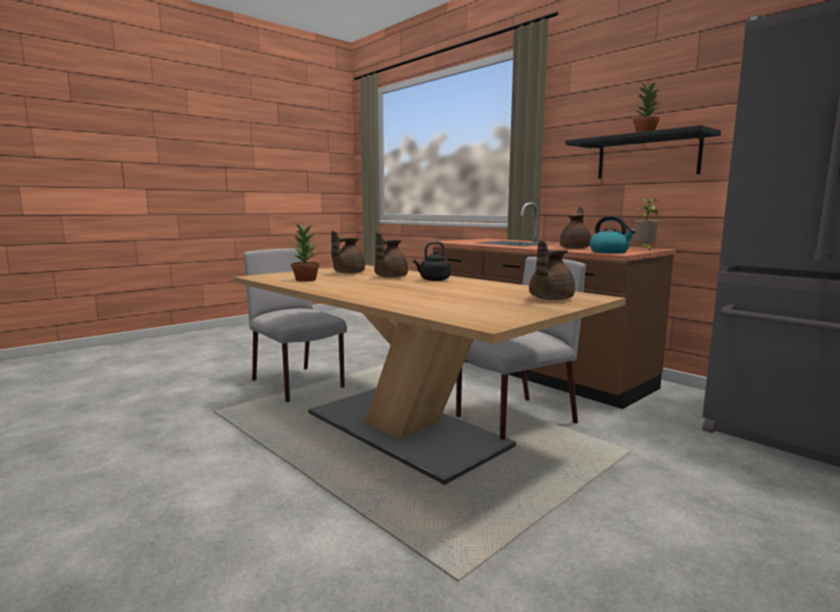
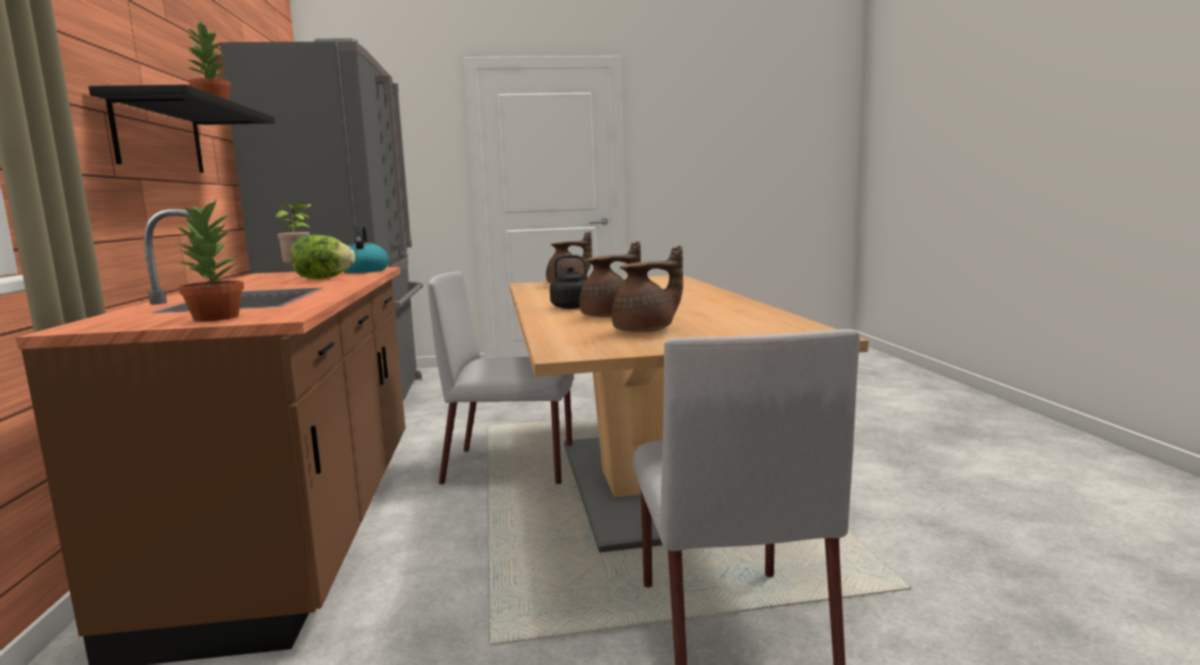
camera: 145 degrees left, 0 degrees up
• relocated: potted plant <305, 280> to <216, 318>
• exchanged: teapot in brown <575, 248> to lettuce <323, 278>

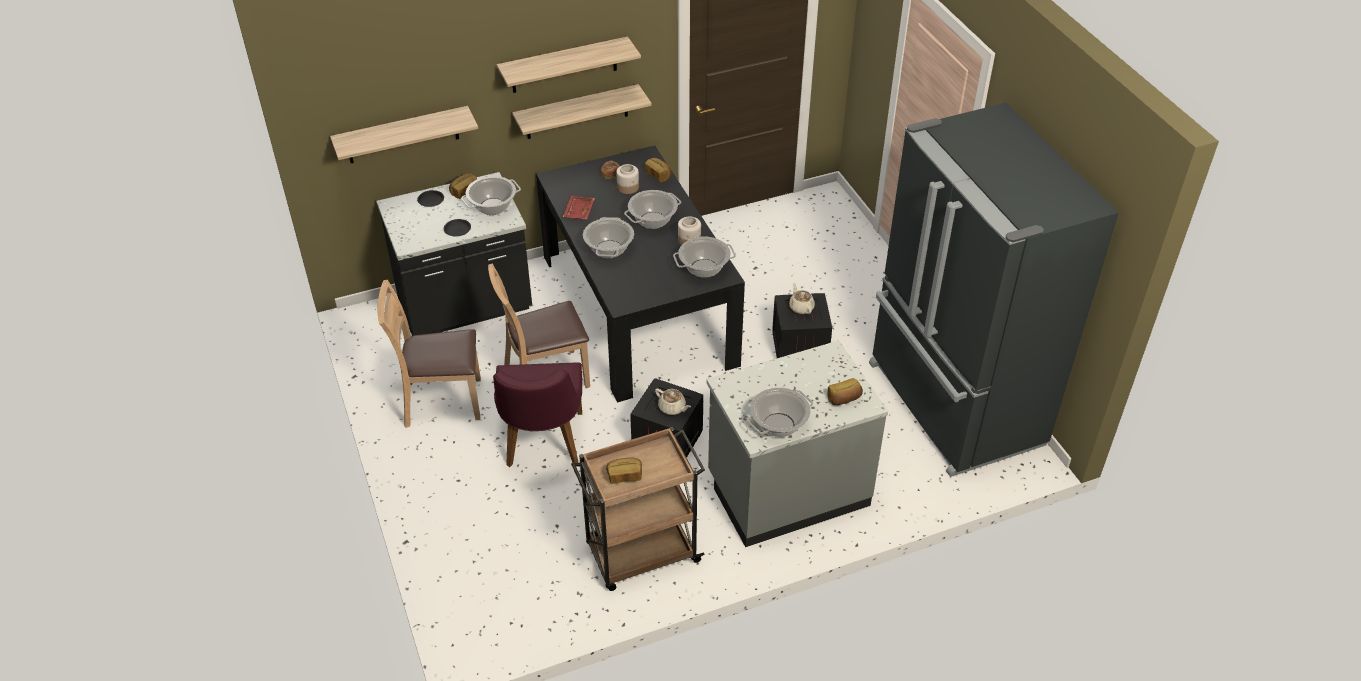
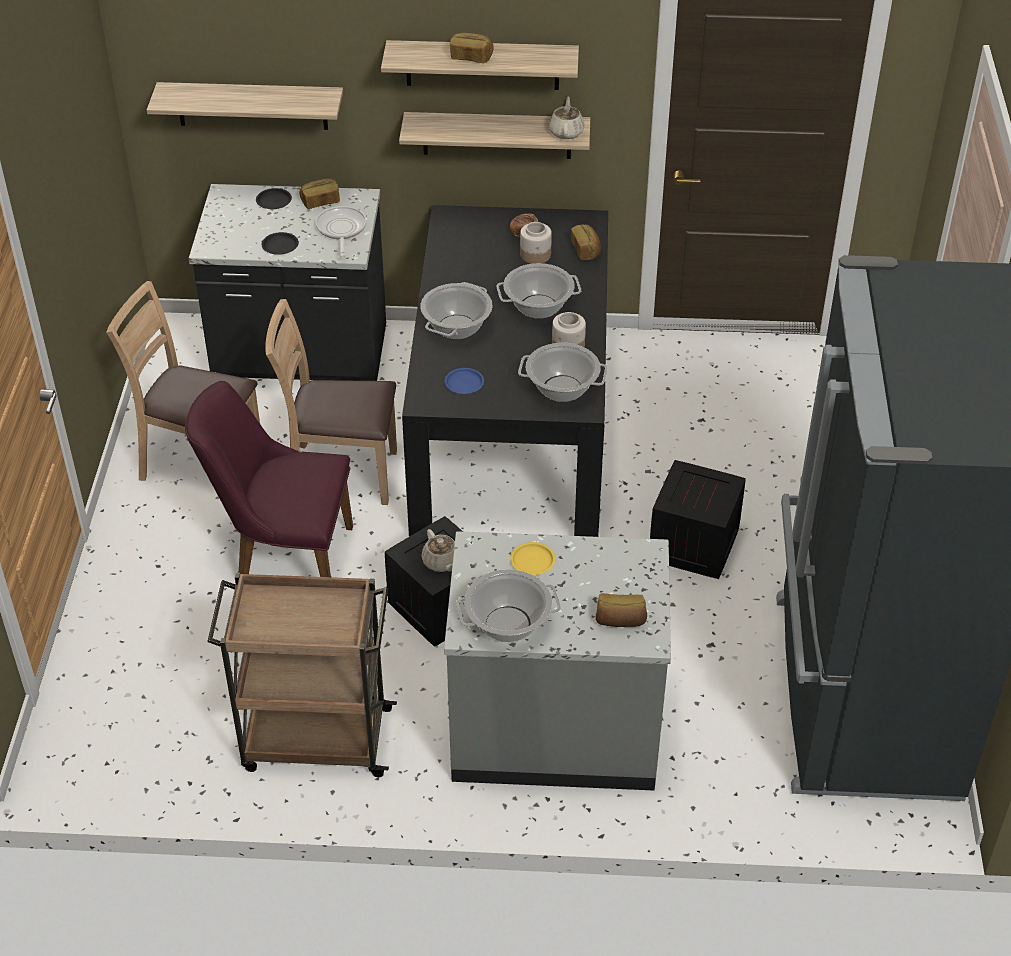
camera: 25 degrees right, 0 degrees up
• missing: tray in red <578, 212>
• appeared: plate in blue <464, 383>
• appeared: plate in yellow <533, 561>
• relocated: bread <624, 476> to <471, 57>
• relocated: teapot in beige <801, 307> to <566, 132>
• exchanged: cooking pot <492, 207> to frying pan <341, 230>
• spun: chair in purple <542, 445> = <283, 558> 75 degrees clockwise

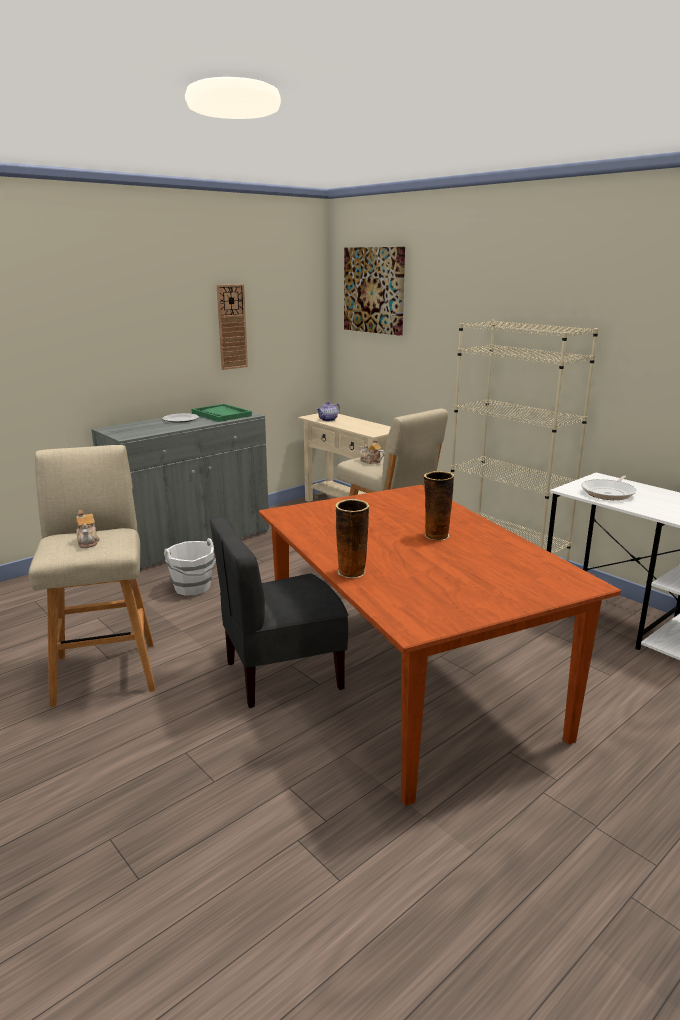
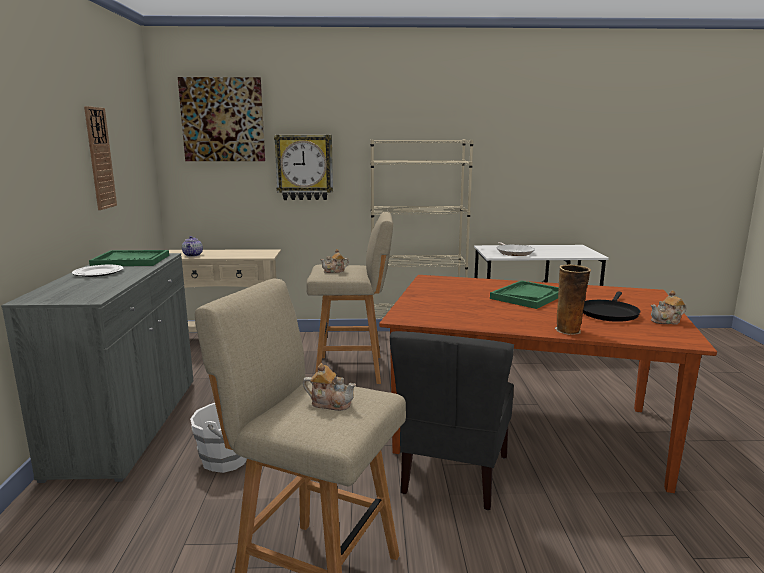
camera: 50 degrees left, 5 degrees down
• appeared: wall clock <304, 167>
• appeared: frying pan in black <608, 313>
• appeared: teapot <666, 321>
• exchanged: vase <435, 536> to tray in green <528, 296>

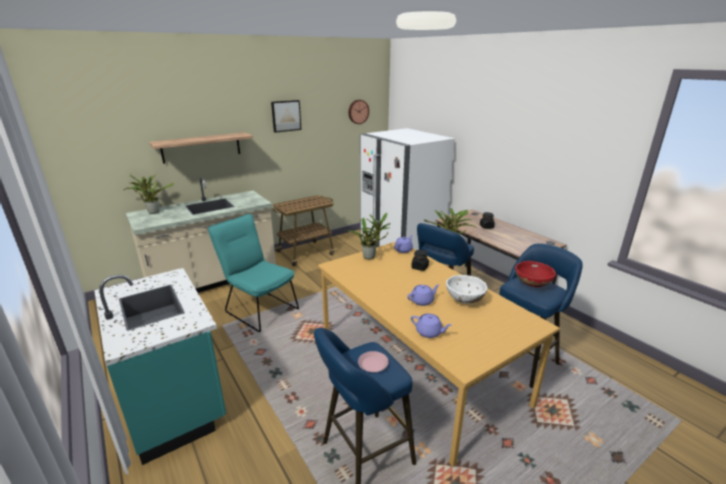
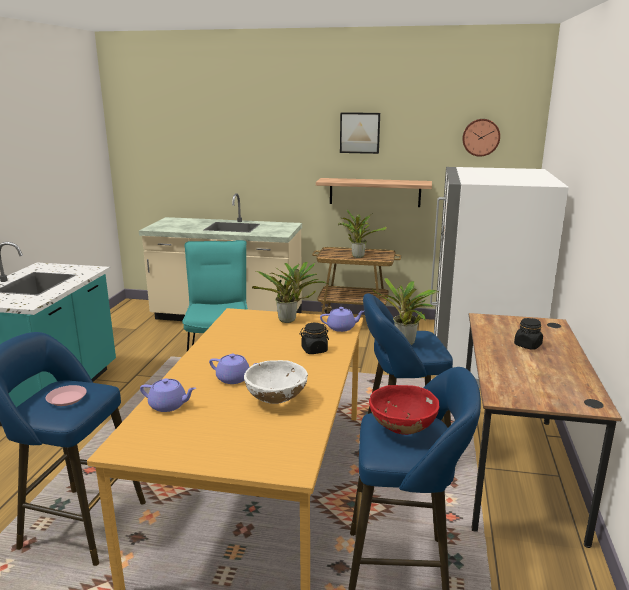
camera: 45 degrees right, 5 degrees down
• relocated: potted plant <152, 212> to <357, 256>
• relocated: shelf <201, 147> to <374, 192>
• spun: teapot in purple <429, 332> = <169, 405> 60 degrees counterclockwise

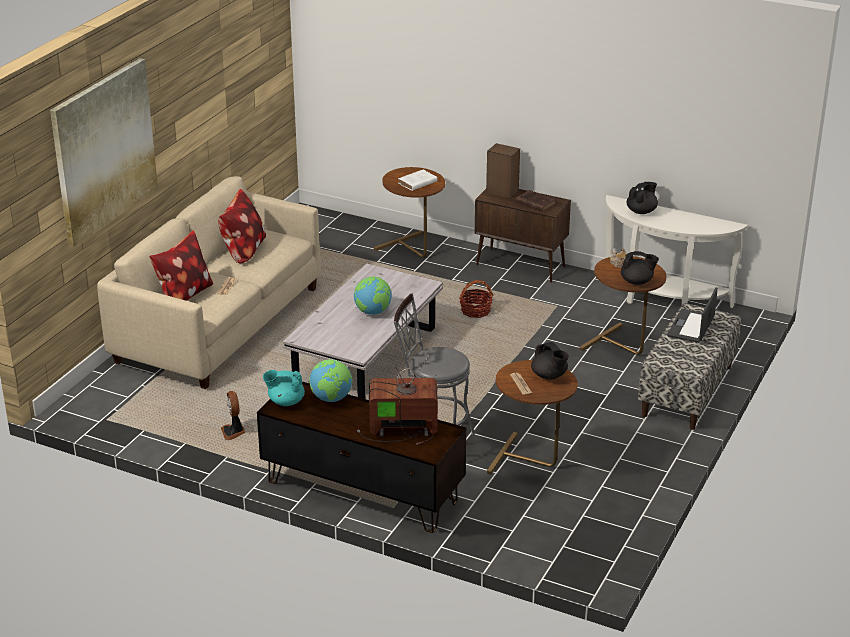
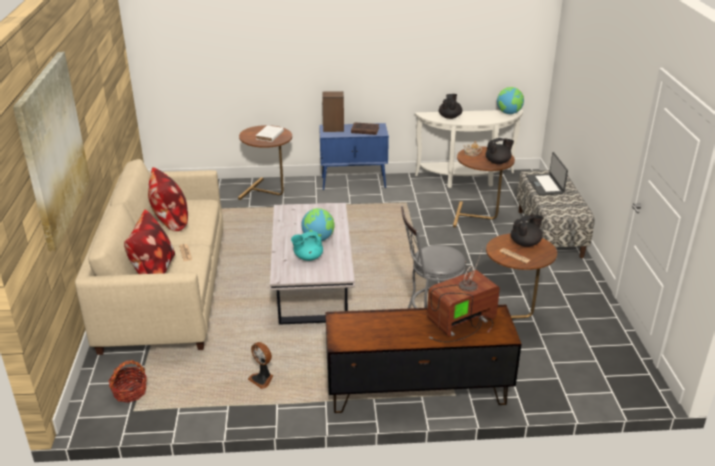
camera: 30 degrees left, 0 degrees up
• relocated: teapot in turquoise <285, 401> to <308, 257>
• relocated: globe <331, 398> to <509, 113>
• relocated: basket <475, 311> to <130, 392>
• colour: cabinet in brown <521, 266> to cabinet in blue <354, 182>
• spun: teapot in black <549, 376> = <525, 243> 60 degrees counterclockwise

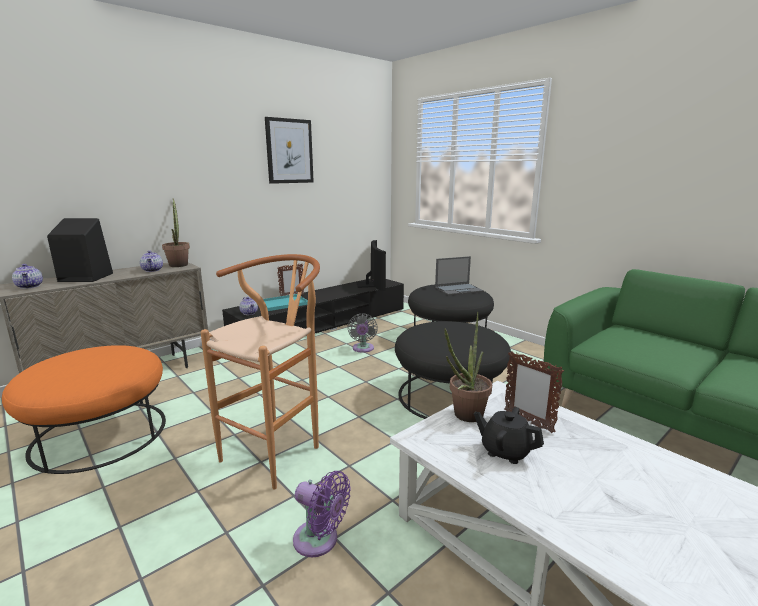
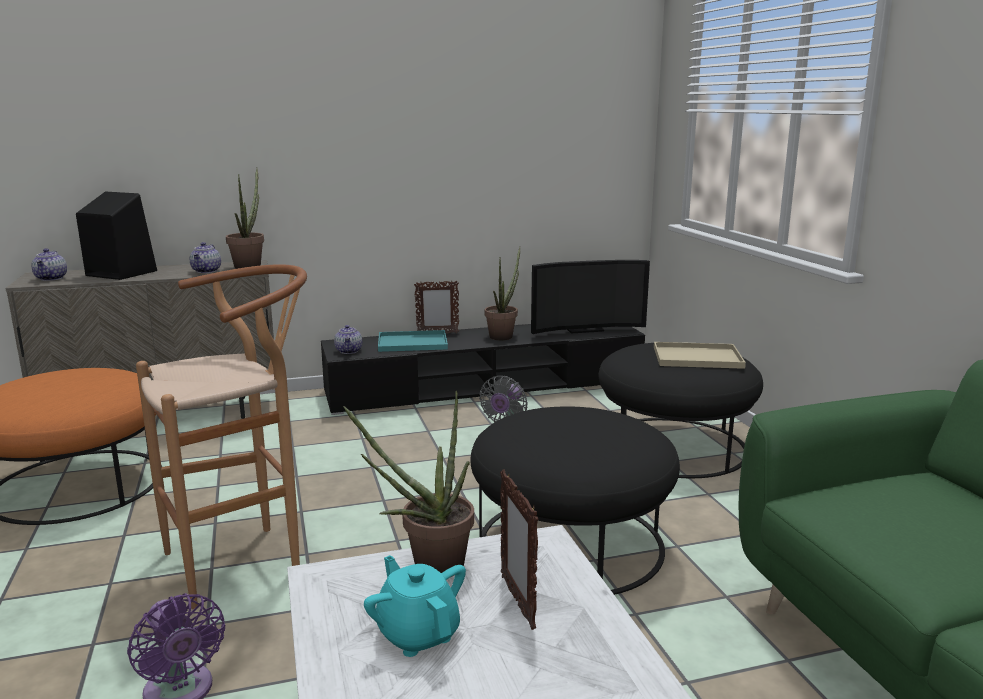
camera: 25 degrees right, 0 degrees up
• missing: picture <289, 151>
• appeared: potted plant <503, 335>
• exchanged: laptop <459, 289> to tray in beige <699, 357>
• colour: teapot in black <505, 451> to teapot in turquoise <418, 634>
• spun: television <370, 284> = <583, 329> 60 degrees clockwise

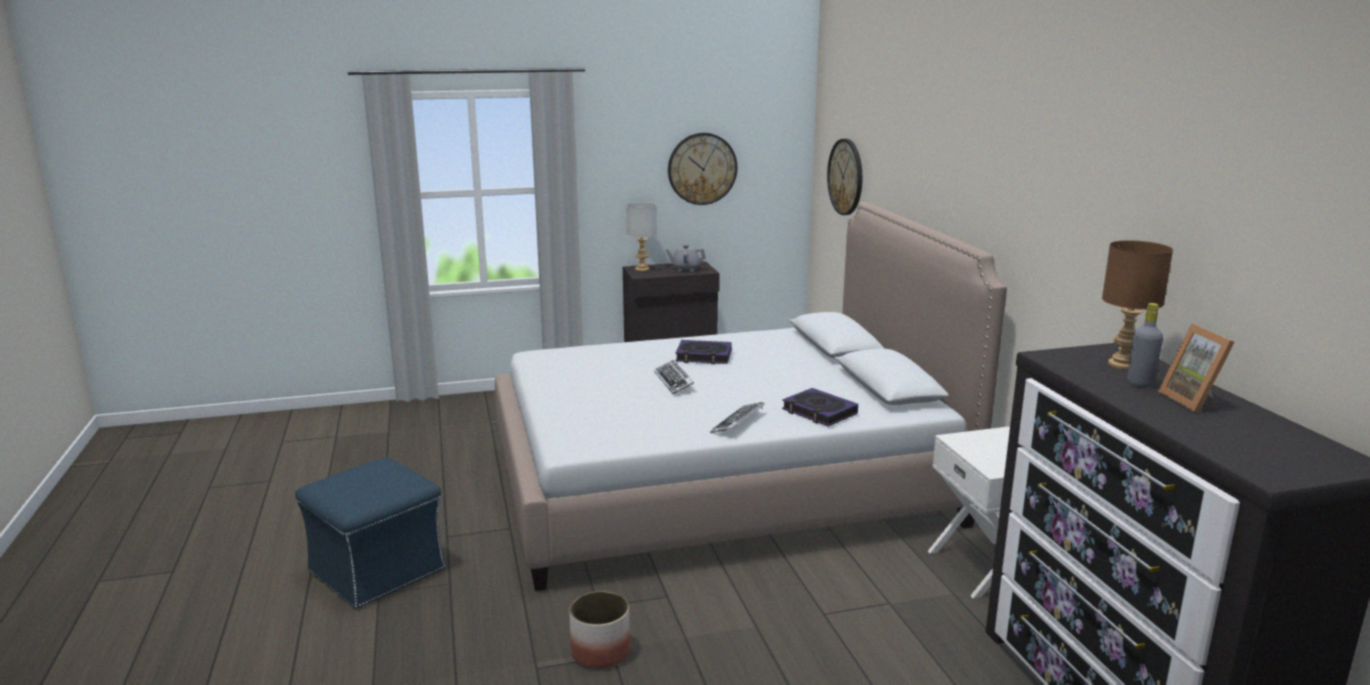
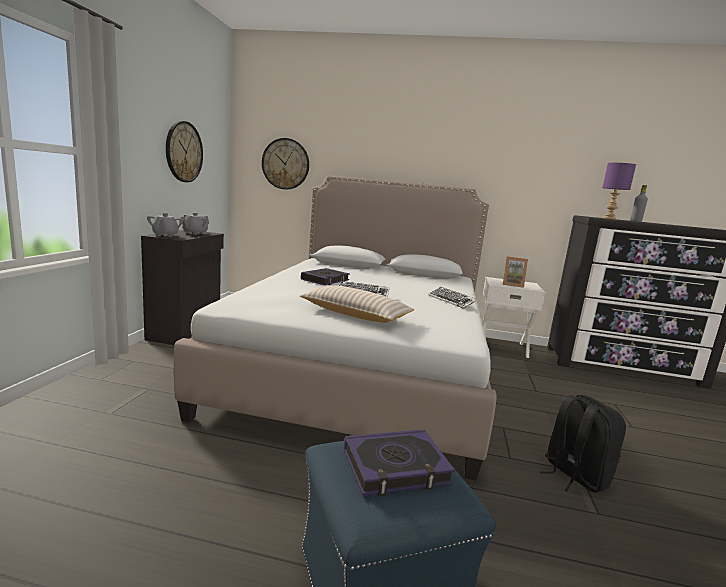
camera: 65 degrees left, 5 degrees down
• appeared: pillow in beige <355, 314>
• relocated: book <819, 412> to <395, 468>
• relocated: picture frame <1195, 401> to <512, 284>
• exchanged: planter <600, 651> to backpack in black <574, 475>
• exchanged: table lamp in grey <642, 269> to teapot in grey <165, 235>
• colour: table lamp in brown <1122, 365> to table lamp in purple <609, 218>

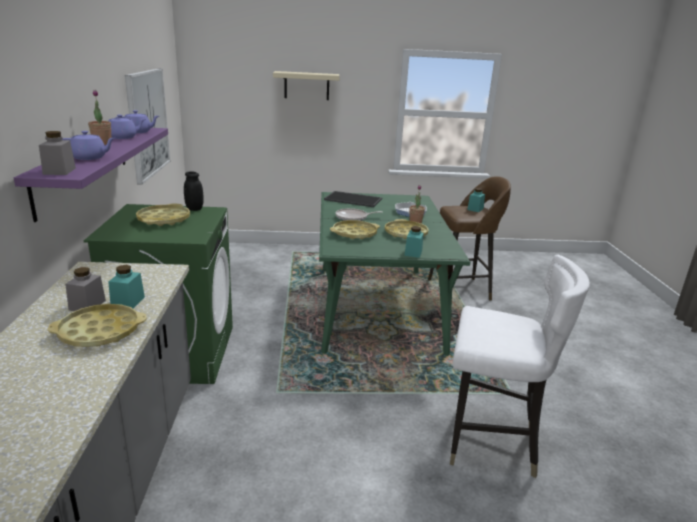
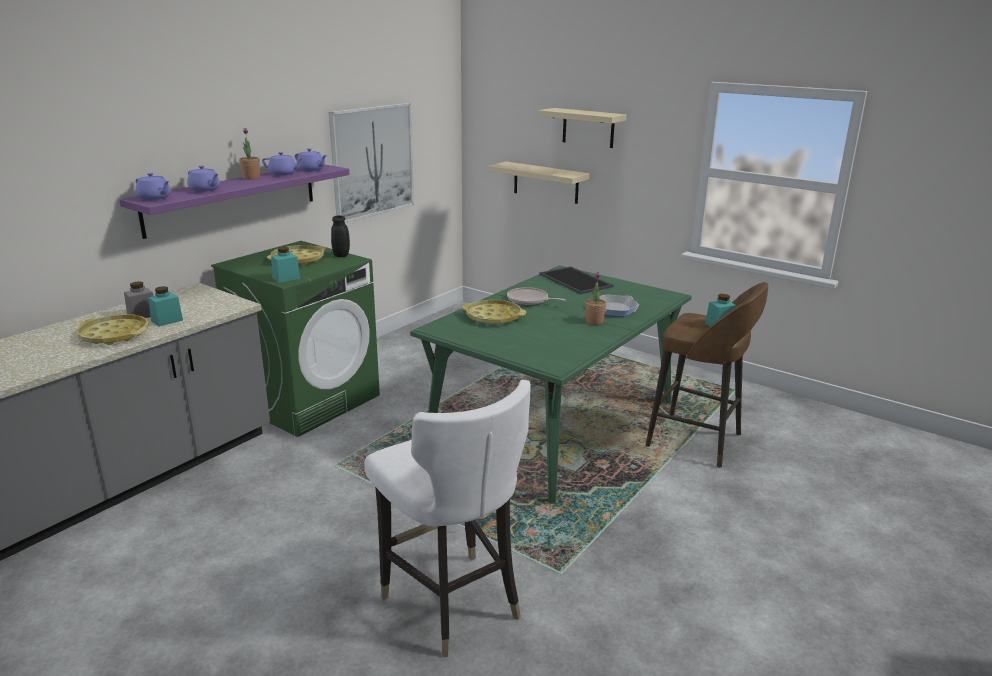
camera: 40 degrees right, 0 degrees up
• missing: tray in yellow <406, 233>
• appeared: shelf in beige <545, 182>
• relocated: jar in turquoise <413, 253> to <286, 278>
• exchanged: jar in grey <59, 171> to teapot in purple <155, 198>

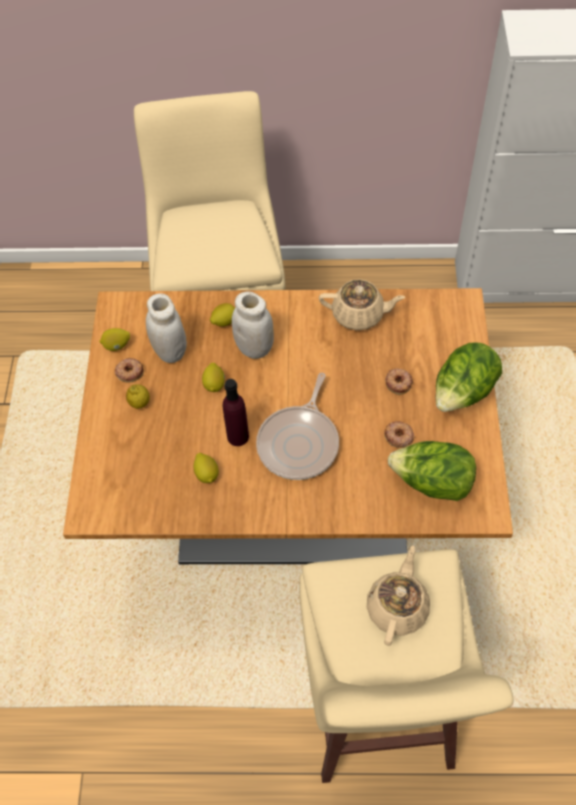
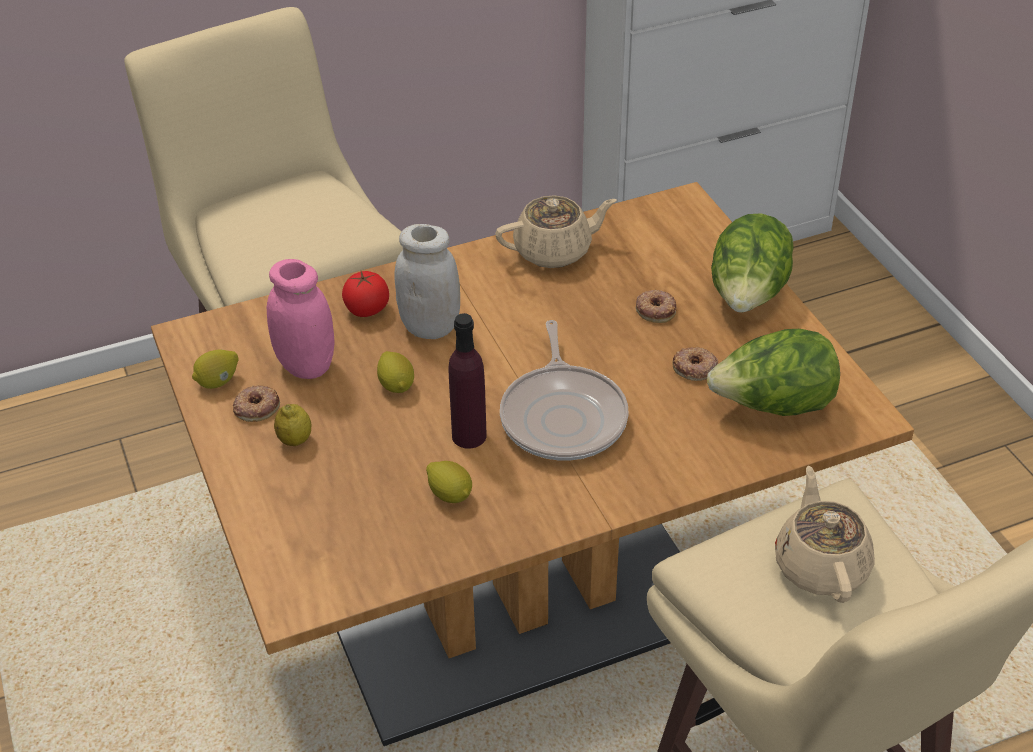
camera: 25 degrees left, 15 degrees down
• exchanged: lemon <224, 321> to tomato <366, 309>
• colour: jar in white <170, 351> to jar in pink <306, 365>

